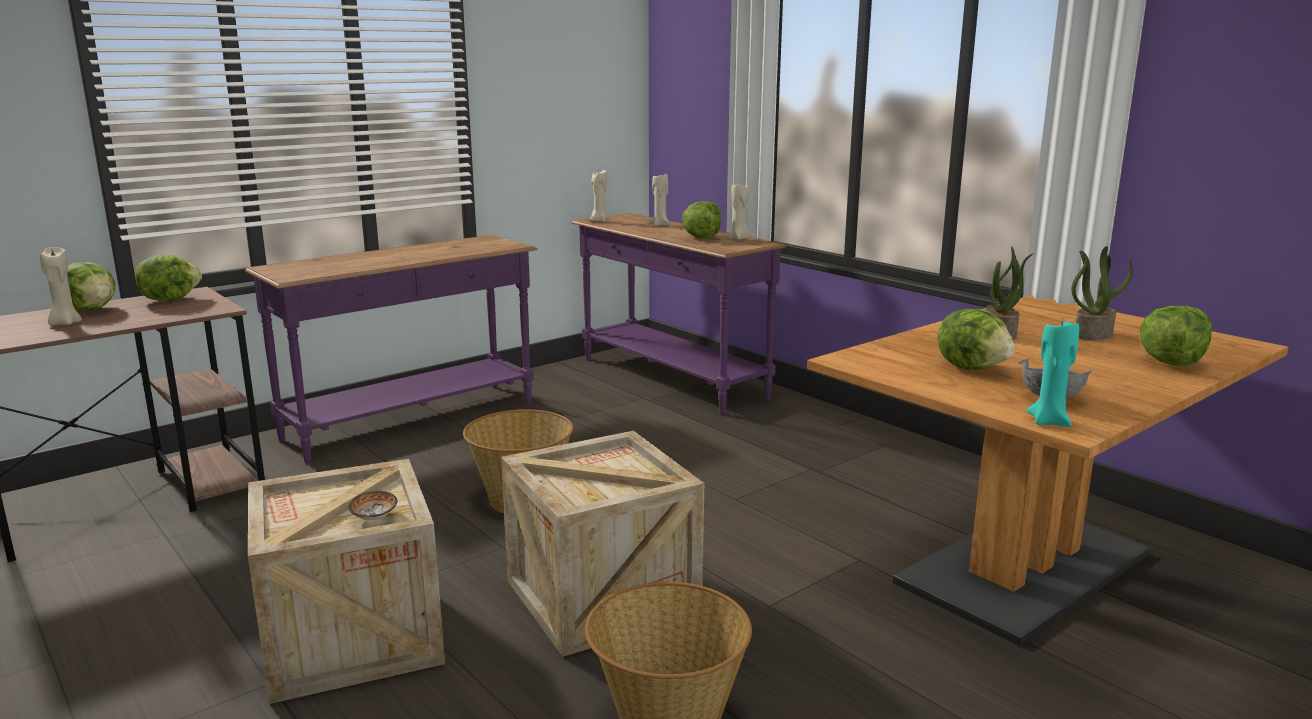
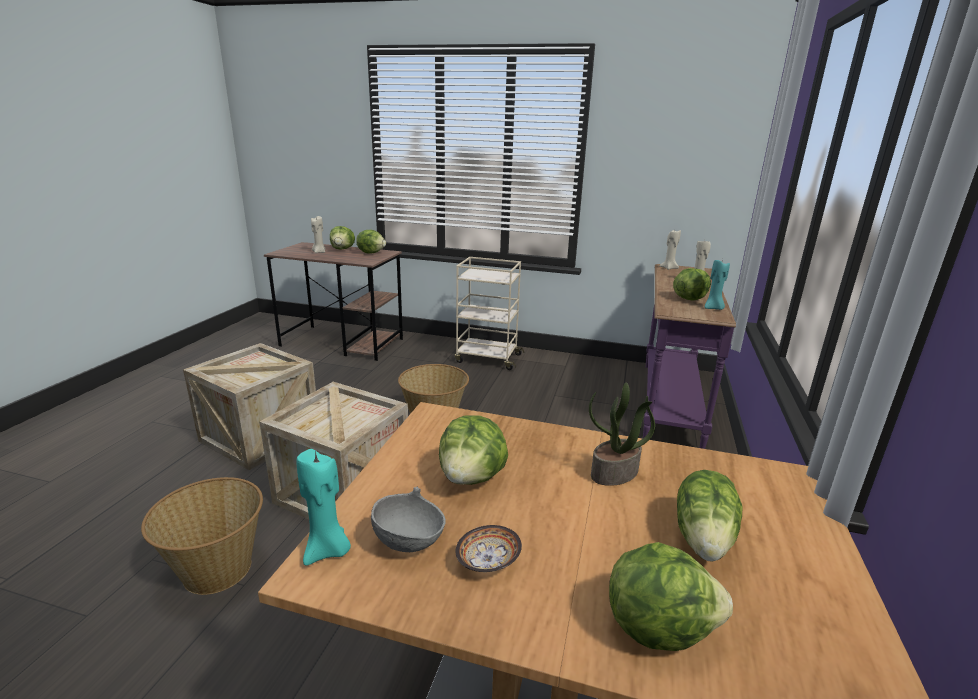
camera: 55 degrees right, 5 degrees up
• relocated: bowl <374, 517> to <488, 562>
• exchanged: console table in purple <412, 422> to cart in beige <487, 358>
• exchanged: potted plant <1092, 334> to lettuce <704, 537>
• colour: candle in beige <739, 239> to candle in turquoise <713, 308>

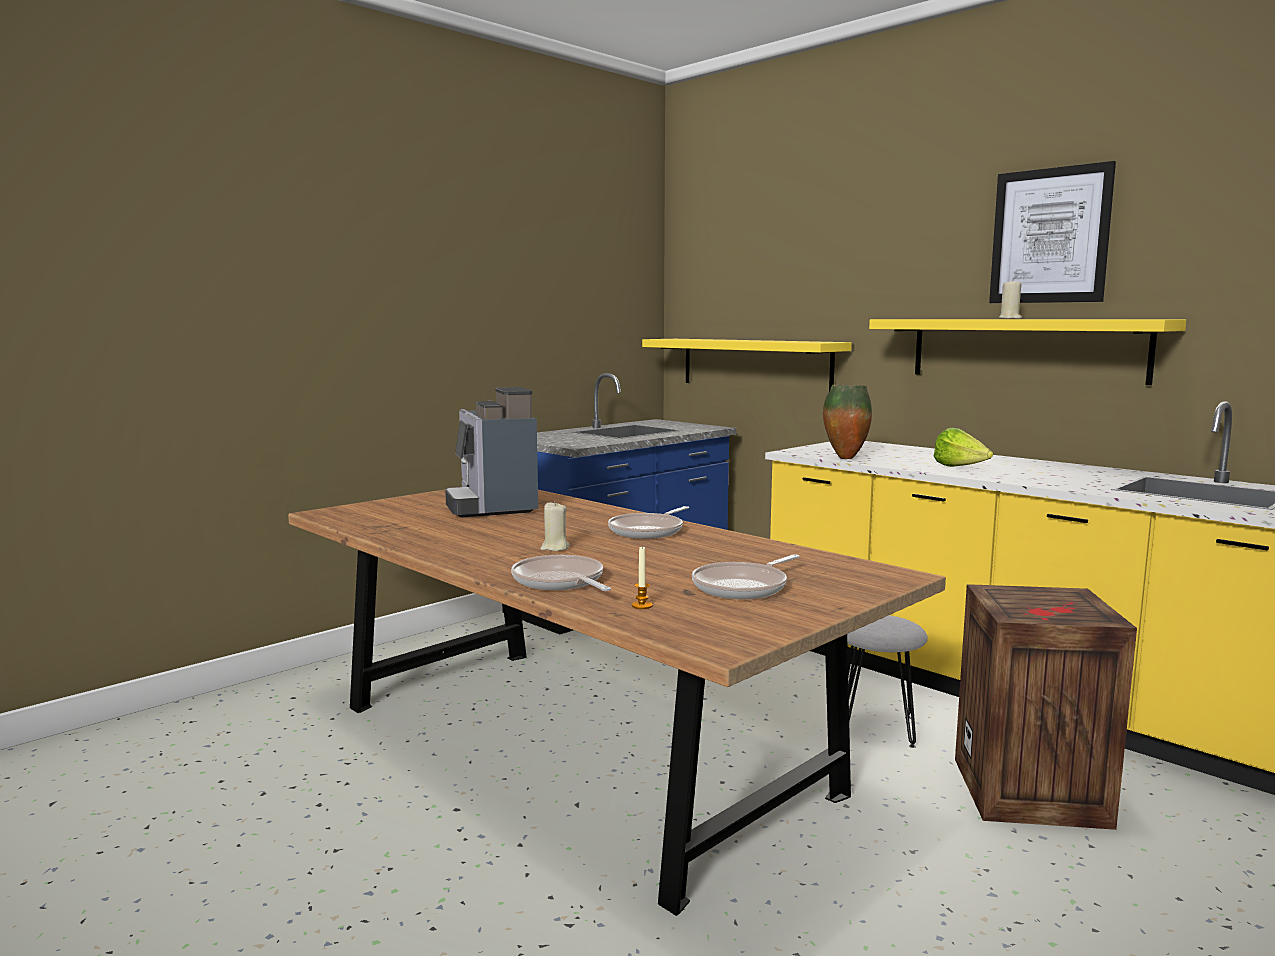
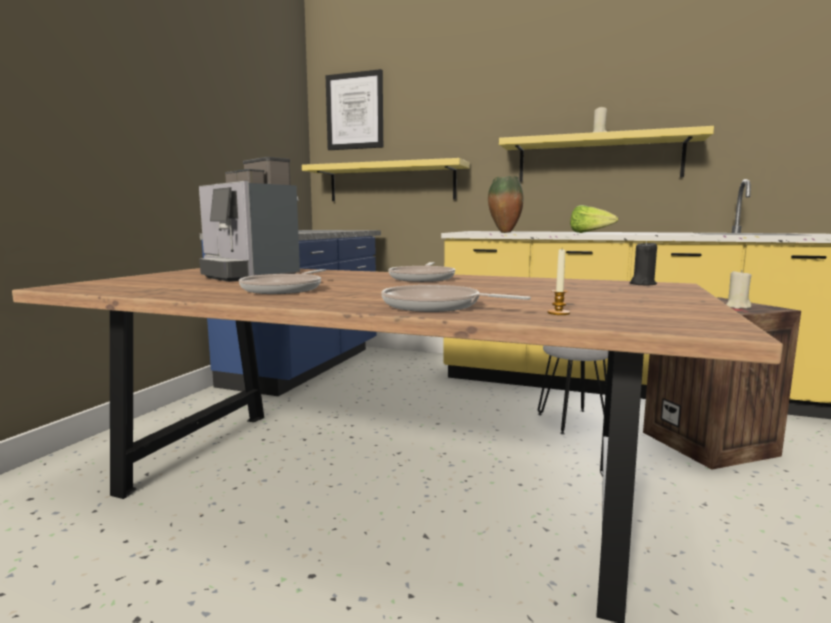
camera: 25 degrees left, 0 degrees up
• appeared: candle in black <642, 284>
• relocated: candle in beige <555, 548> to <737, 307>
• relocated: frying pan <743, 587> to <285, 289>
• relocated: picture <1050, 236> to <355, 111>

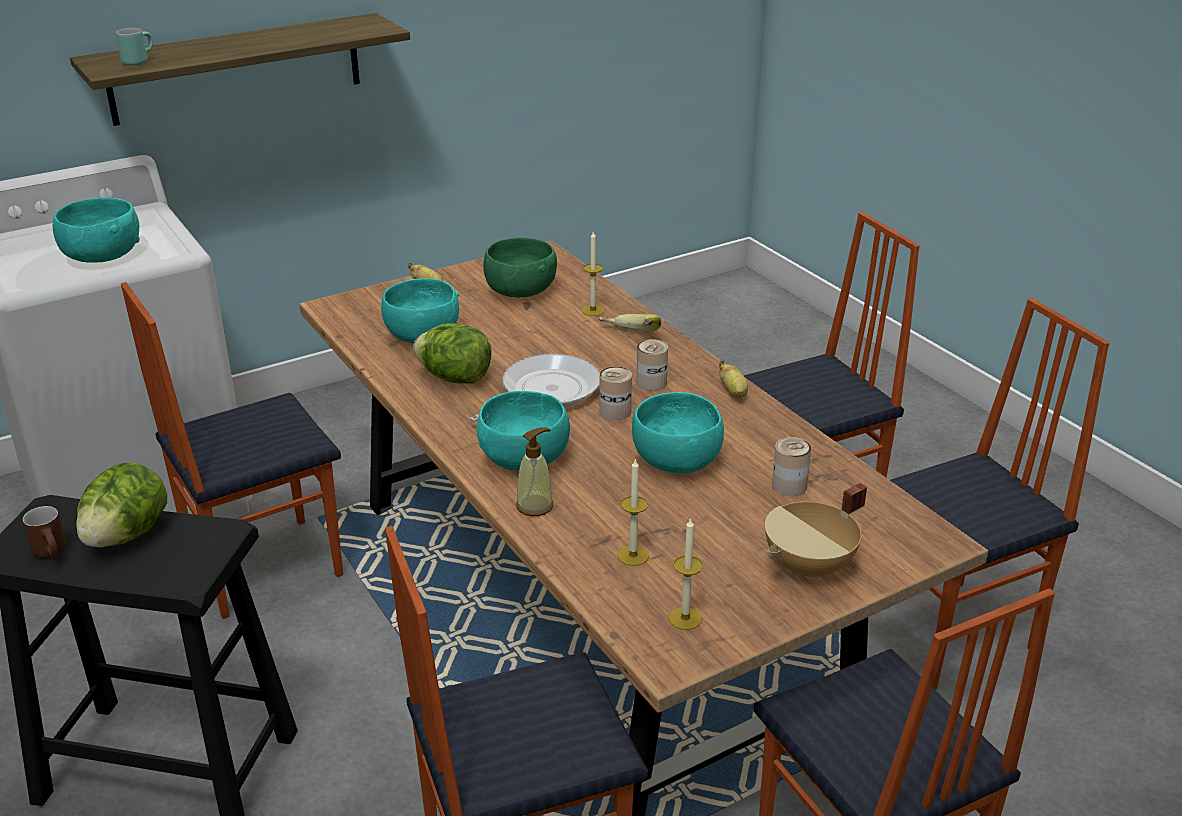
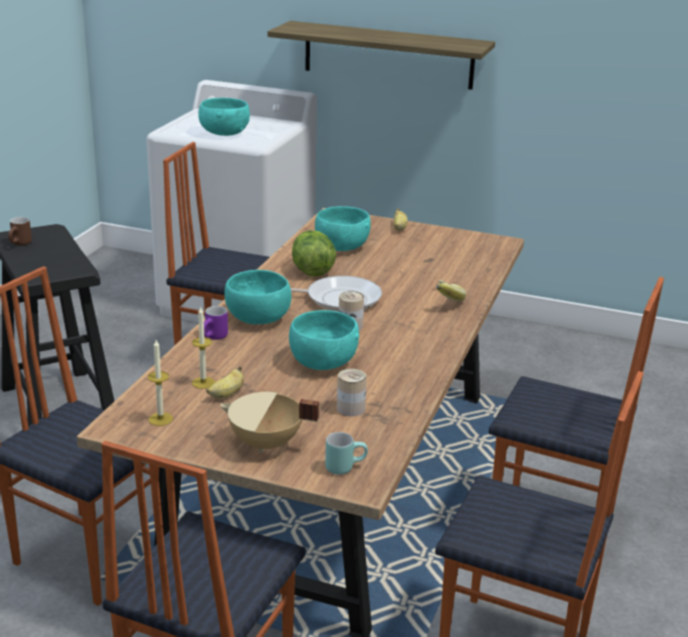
camera: 50 degrees right, 5 degrees down
• missing: lettuce <127, 535>
• missing: bowl in green <520, 291>
• missing: candle <593, 310>
• missing: can <651, 382>
• relocated: mug in turquoise <138, 61> to <345, 466>
• relocated: banana <733, 392> to <227, 394>
• exchanged: soap dispenser <535, 506> to mug in purple <215, 338>

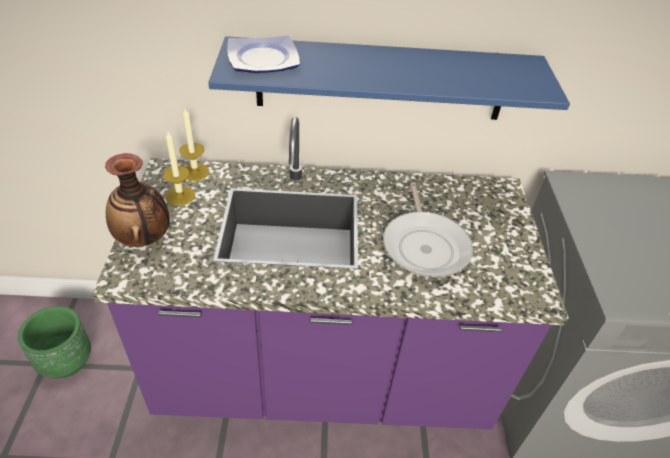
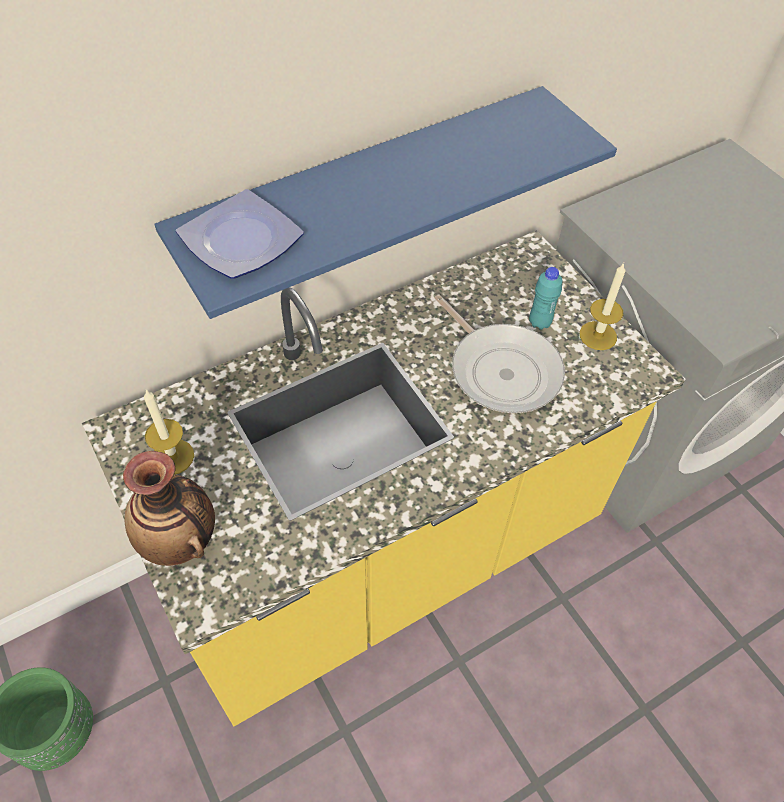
camera: 30 degrees left, 10 degrees up
• appeared: bottle in turquoise <539, 323>
• relocated: candle <195, 172> to <598, 335>
• colour: counter in purple <323, 374> to counter in yellow <387, 555>

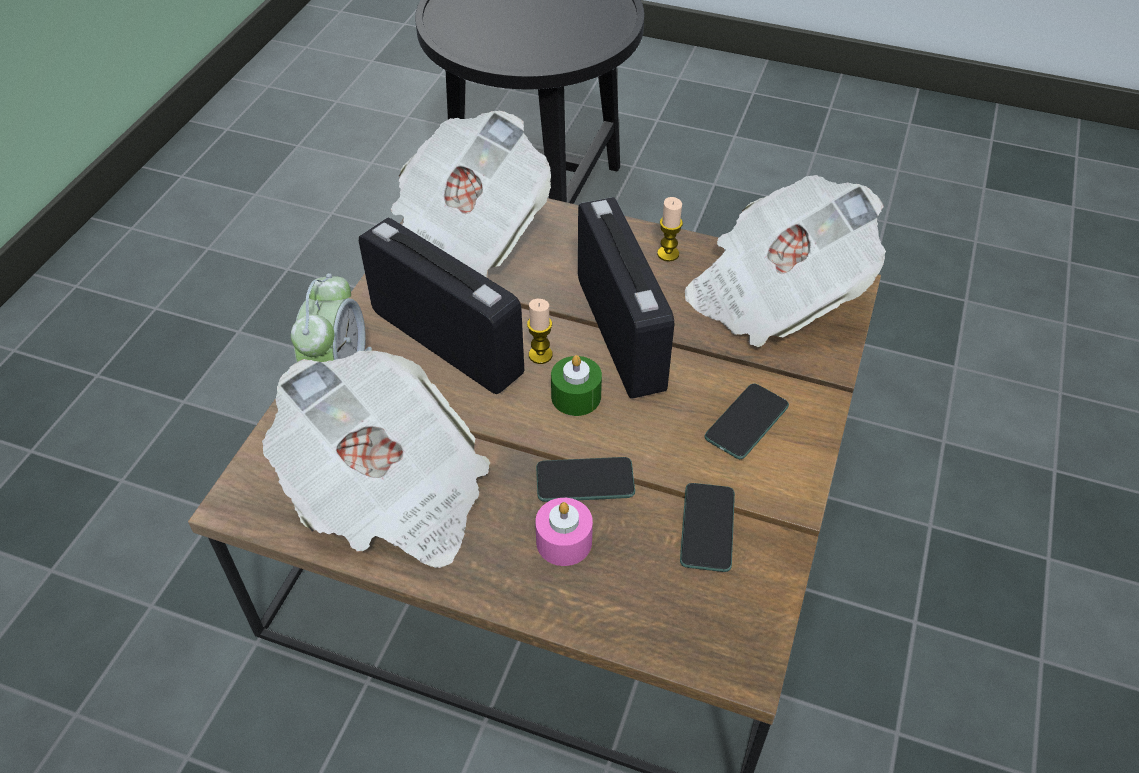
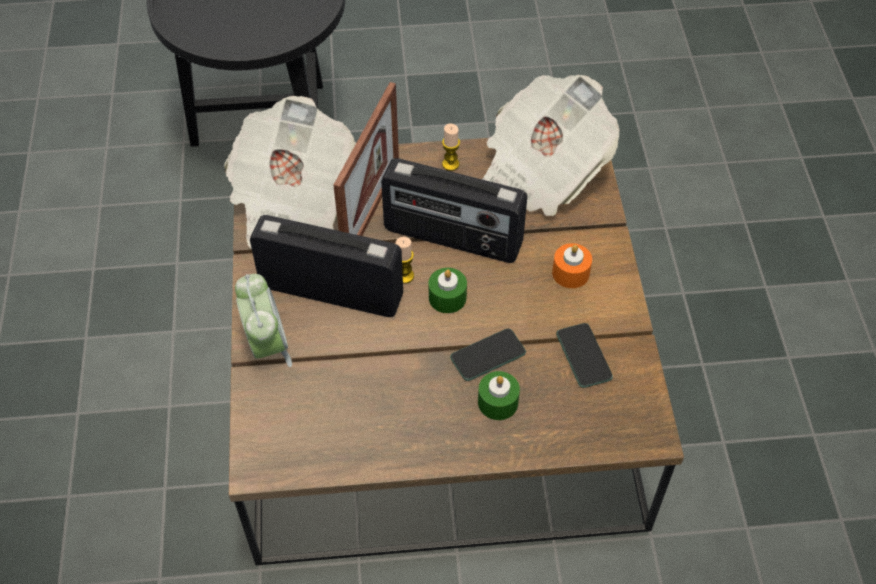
camera: 25 degrees left, 5 degrees up
• missing: newspaper <390, 492>
• appeared: picture frame <371, 211>
• exchanged: phone <746, 422> to candle in orange <570, 273>
• colour: candle in pink <564, 541> to candle in green <498, 402>
• spun: radio <622, 333> = <452, 238> 150 degrees clockwise

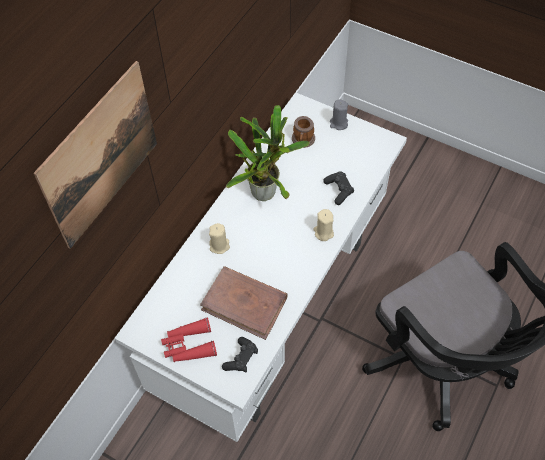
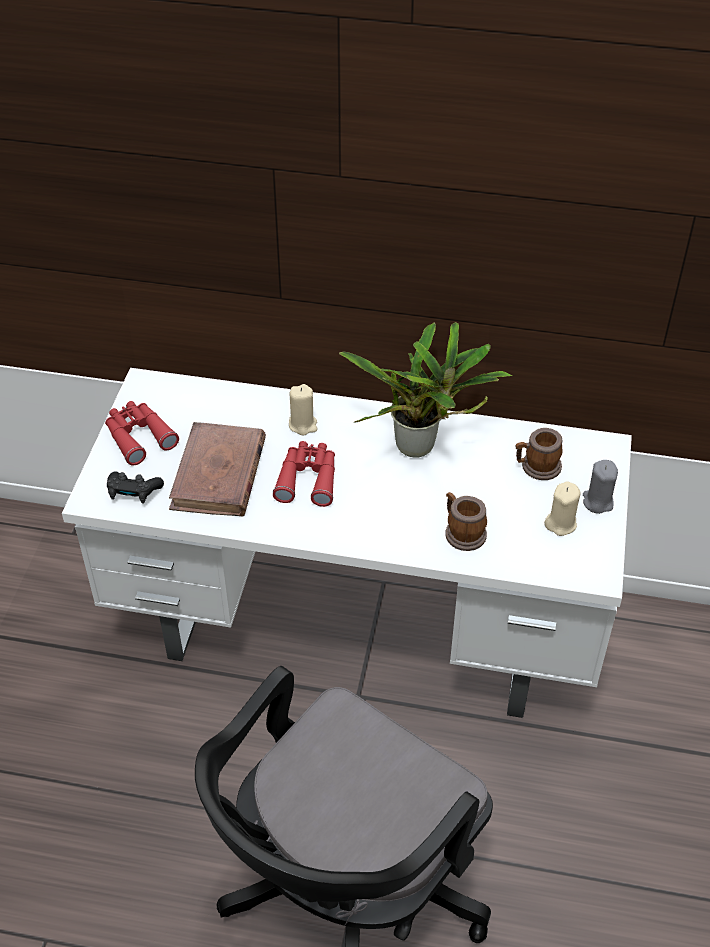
camera: 70 degrees right, 10 degrees down
• missing: picture <101, 156>
• appeared: binoculars in red <308, 478>
• relocated: candle in beige <323, 232> to <560, 523>
• exchanged: game controller in black <339, 190> to mug <462, 532>

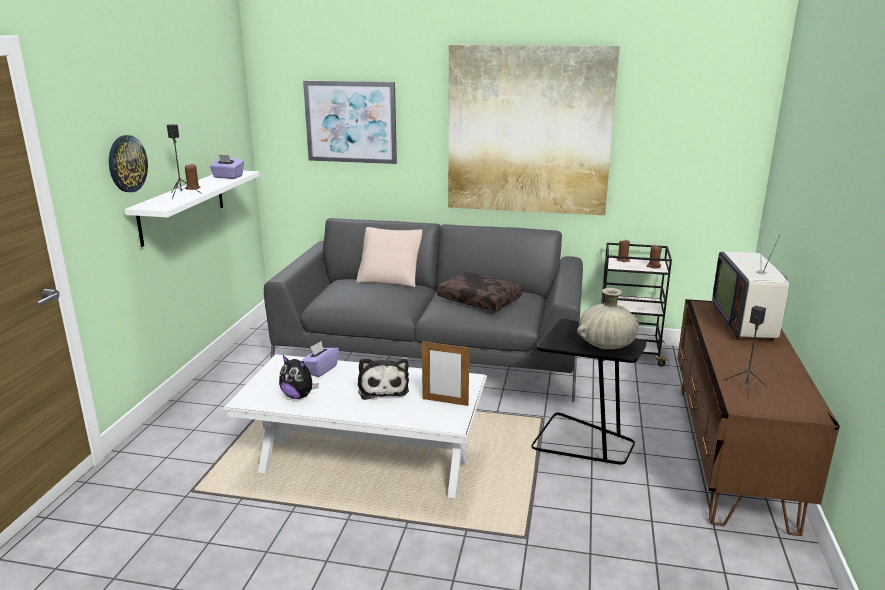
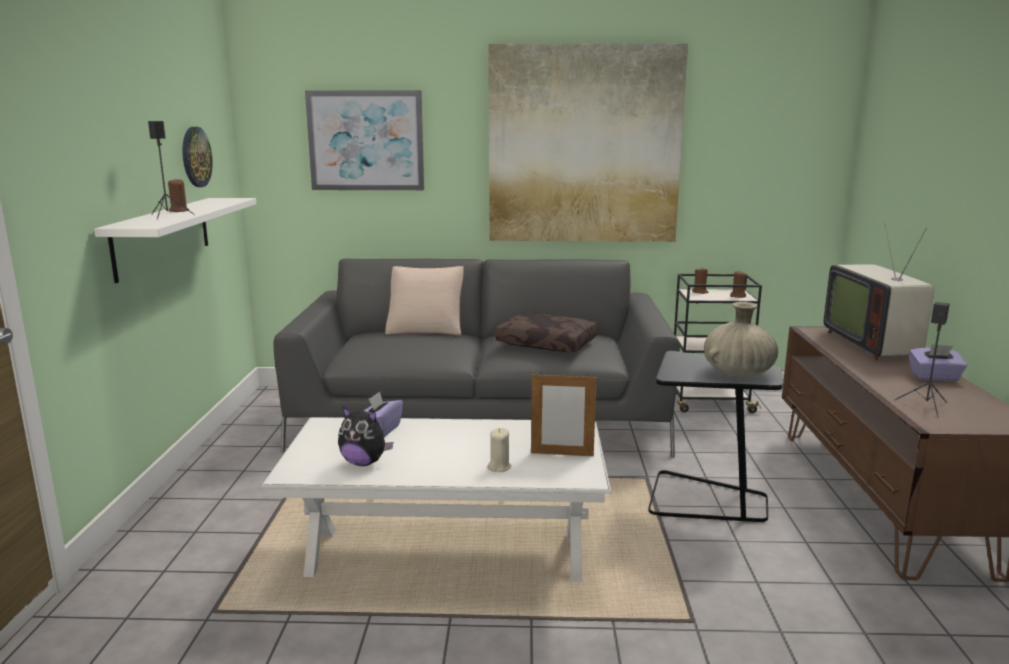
camera: 10 degrees left, 5 degrees down
• missing: plush toy <383, 388>
• appeared: candle in beige <499, 467>
• relocated: wall clock <127, 163> to <195, 157>
• relocated: tissue box in purple <227, 177> to <934, 377>

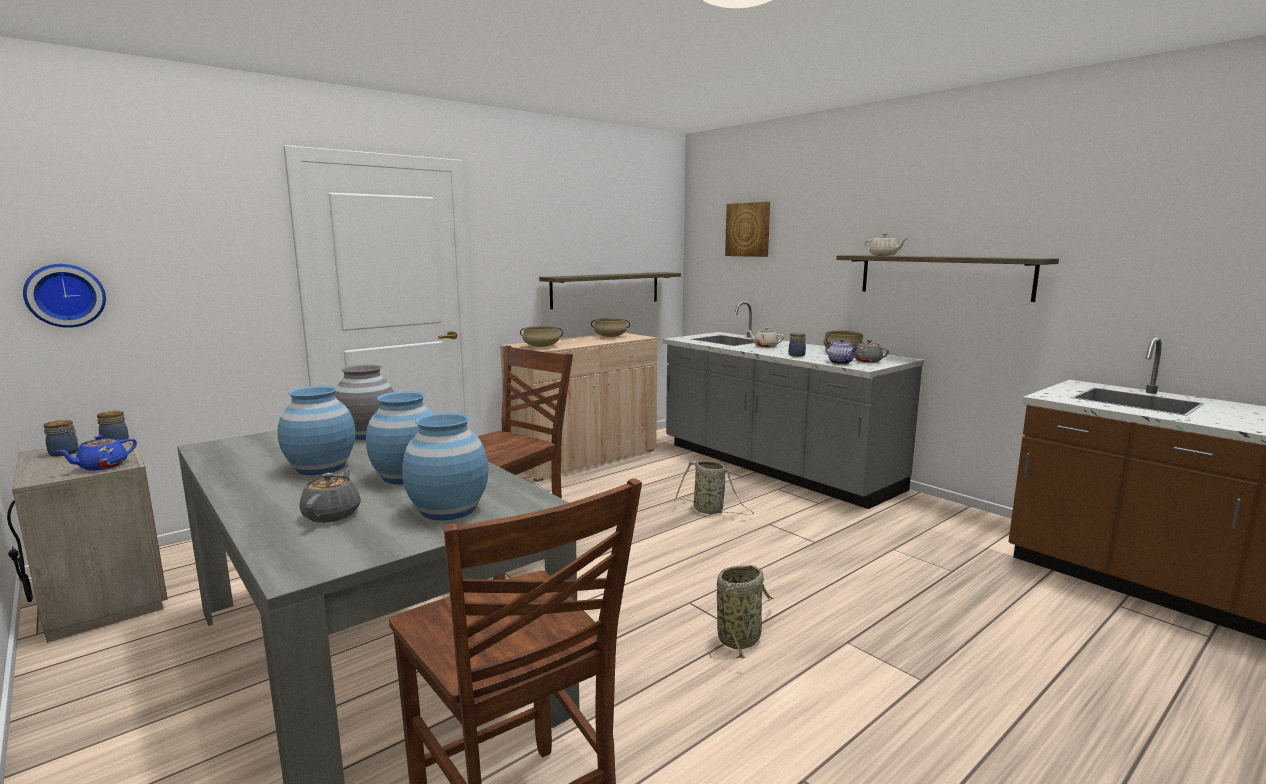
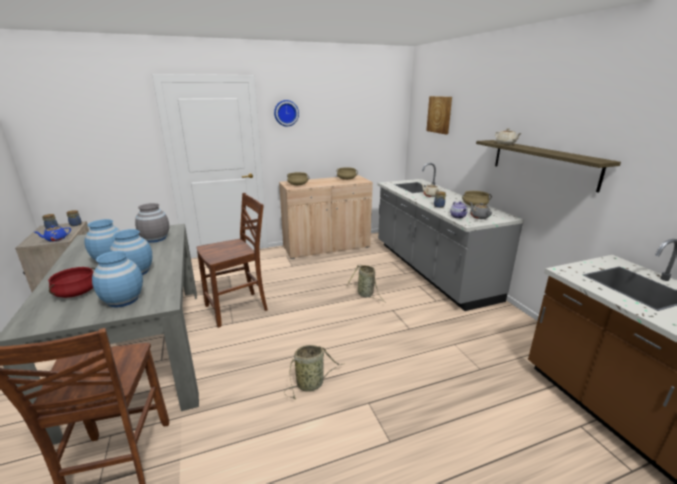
camera: 20 degrees right, 10 degrees up
• missing: shelf <606, 289>
• relocated: wall clock <65, 295> to <286, 113>
• exchanged: teapot in grey <332, 514> to cooking pot in red <76, 293>

